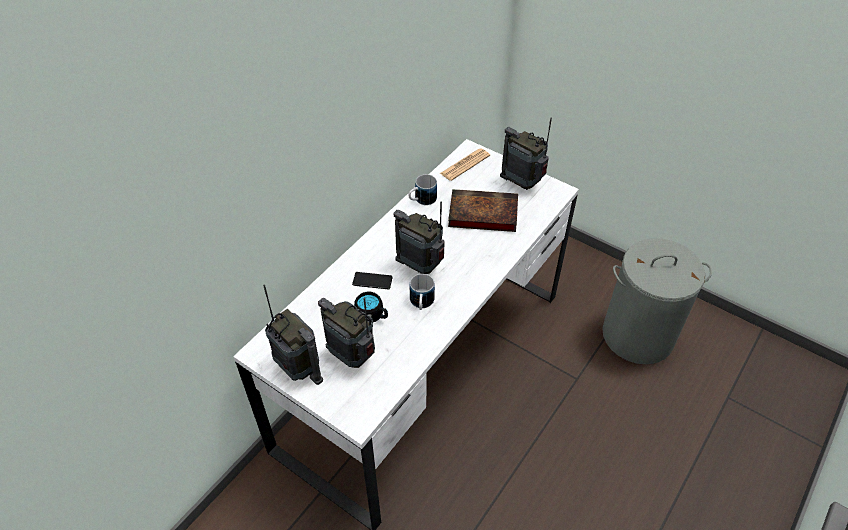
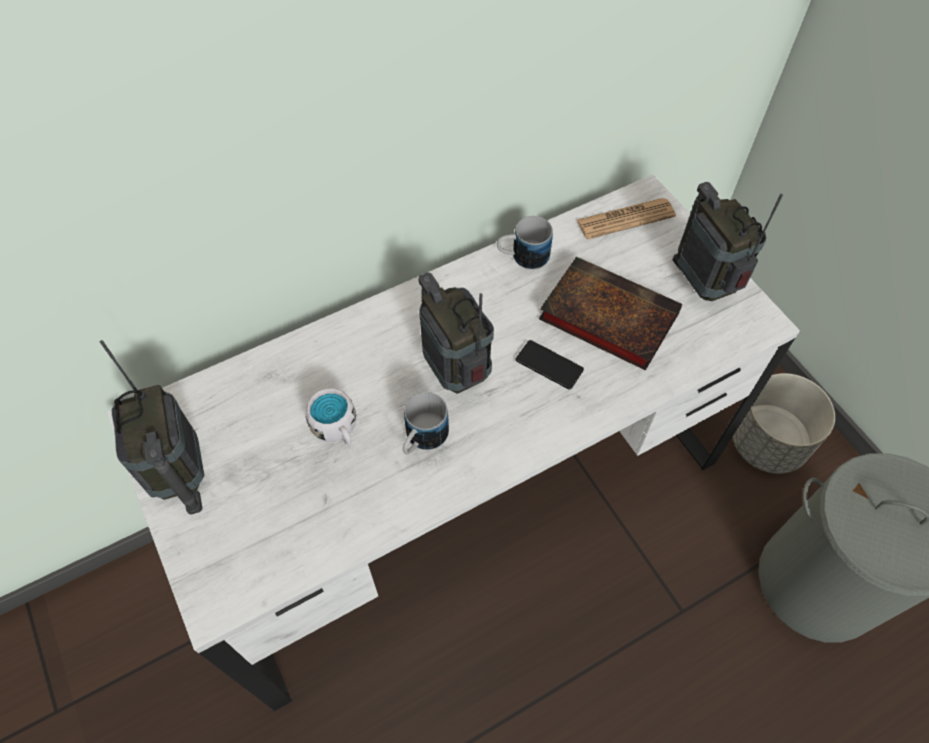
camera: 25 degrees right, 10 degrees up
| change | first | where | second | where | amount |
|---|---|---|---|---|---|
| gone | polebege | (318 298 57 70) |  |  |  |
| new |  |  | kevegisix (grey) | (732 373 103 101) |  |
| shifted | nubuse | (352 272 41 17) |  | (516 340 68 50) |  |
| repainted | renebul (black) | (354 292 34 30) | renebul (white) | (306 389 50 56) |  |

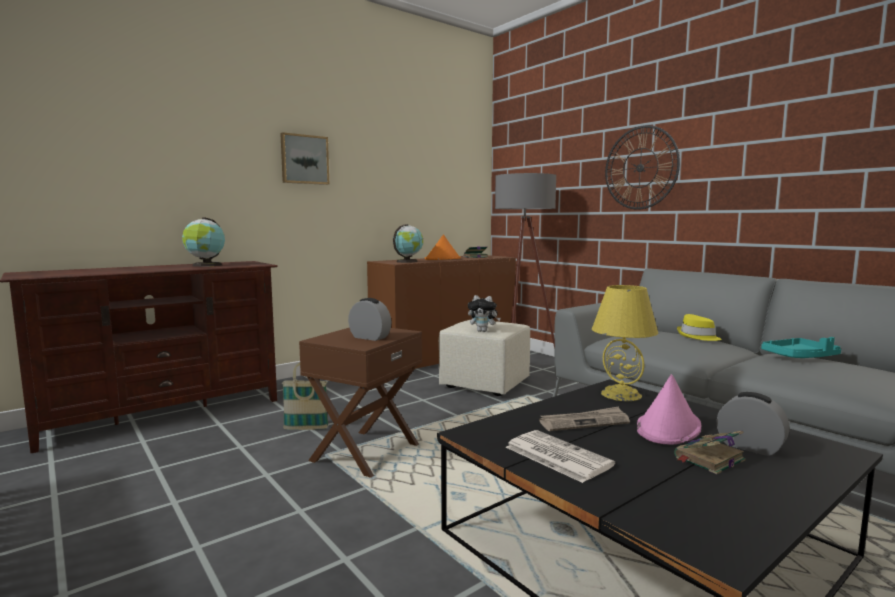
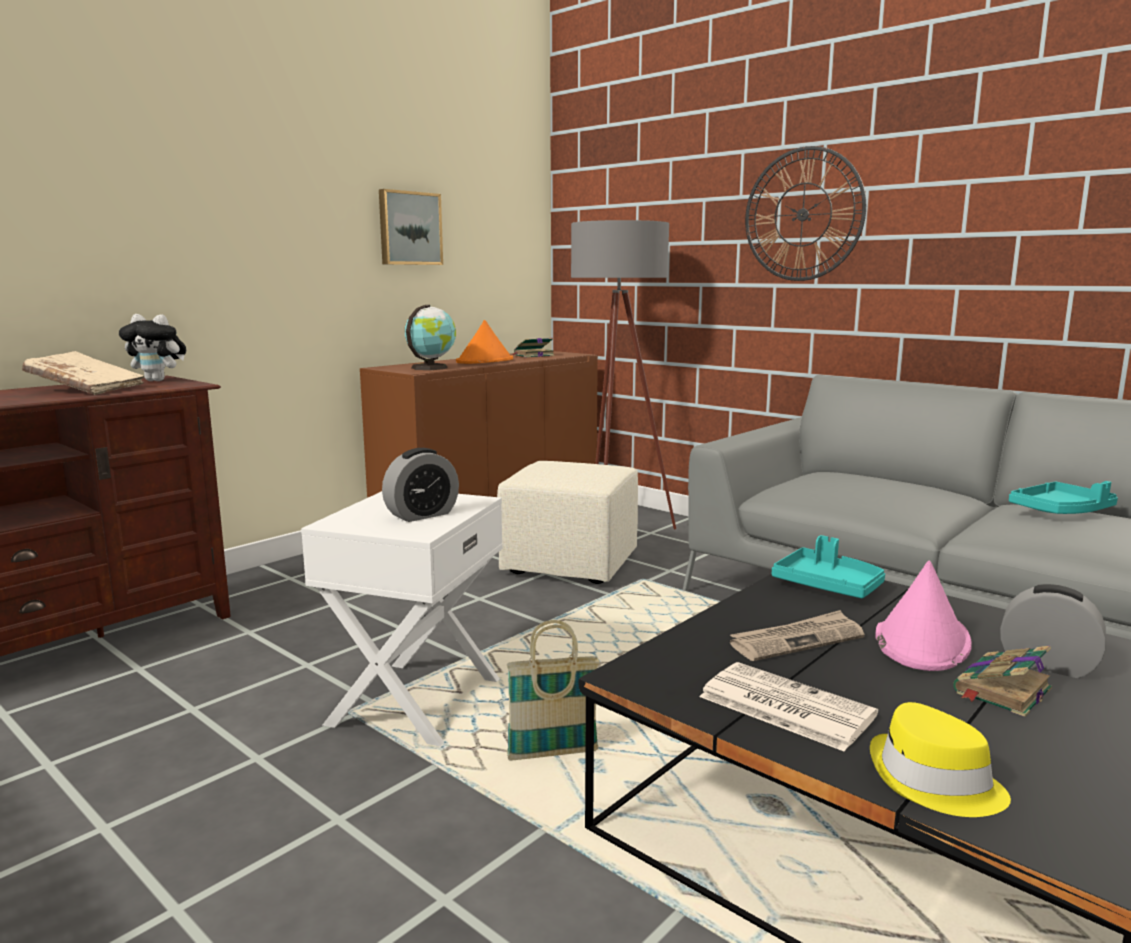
camera: 10 degrees left, 5 degrees up
| change | first | where | second | where | amount |
|---|---|---|---|---|---|
| shifted | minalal | (280 132 49 53) |  | (379 189 64 76) |  |
| shifted | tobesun | (282 362 47 68) |  | (507 620 93 141) |  |
| shifted | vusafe | (468 295 33 37) |  | (119 314 67 67) |  |
| shifted | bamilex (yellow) | (677 314 44 27) |  | (870 702 141 115) |  |
| swapped | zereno | (182 218 43 49) | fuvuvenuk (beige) | (22 351 122 44) |  |
| swapped | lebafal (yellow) | (592 285 66 116) | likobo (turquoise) | (772 535 113 63) |  |
| repainted | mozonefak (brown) | (299 328 123 150) | mozonefak (white) | (301 491 202 256) |  |
| rotated | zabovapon | (348 298 44 43) |  | (382 448 77 74) | 120 degrees clockwise |

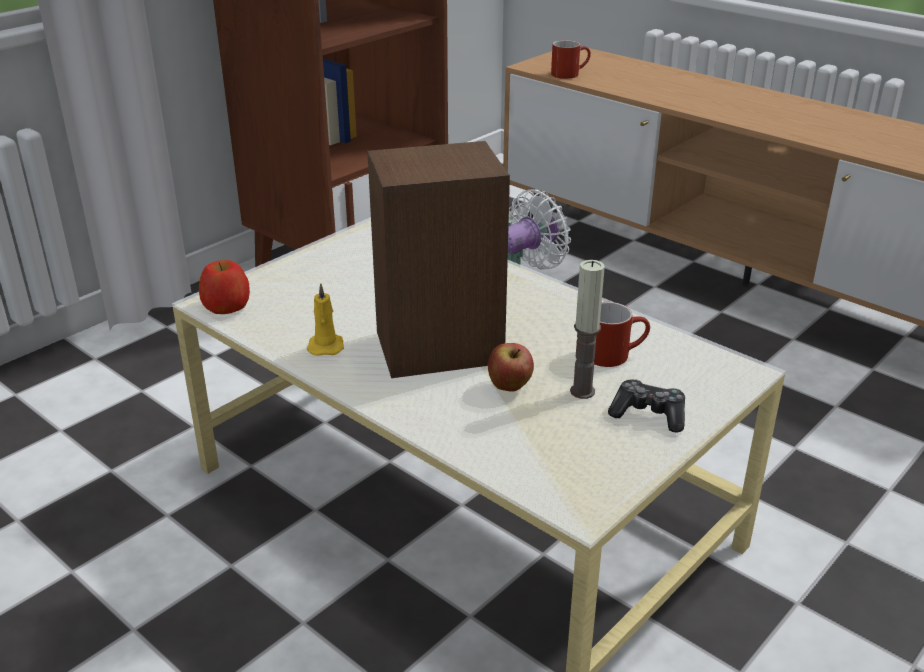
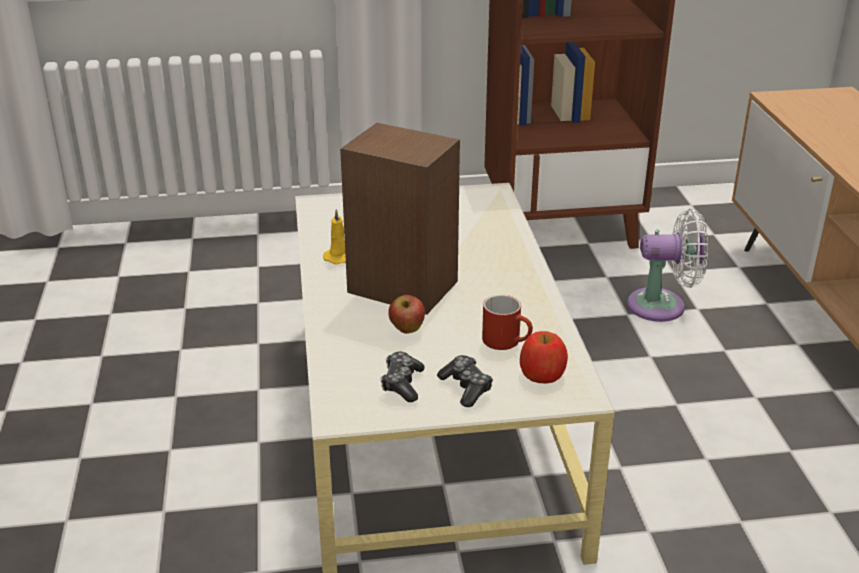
camera: 40 degrees right, 0 degrees up
| change | first | where | second | where | amount |
|---|---|---|---|---|---|
| gone | renebul (red) | (551 40 40 39) |  |  |  |
| gone | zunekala | (570 260 35 139) |  |  |  |
| new |  |  | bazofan | (380 352 45 50) |  |
| shifted | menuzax | (199 260 51 54) |  | (520 331 48 52) |  |

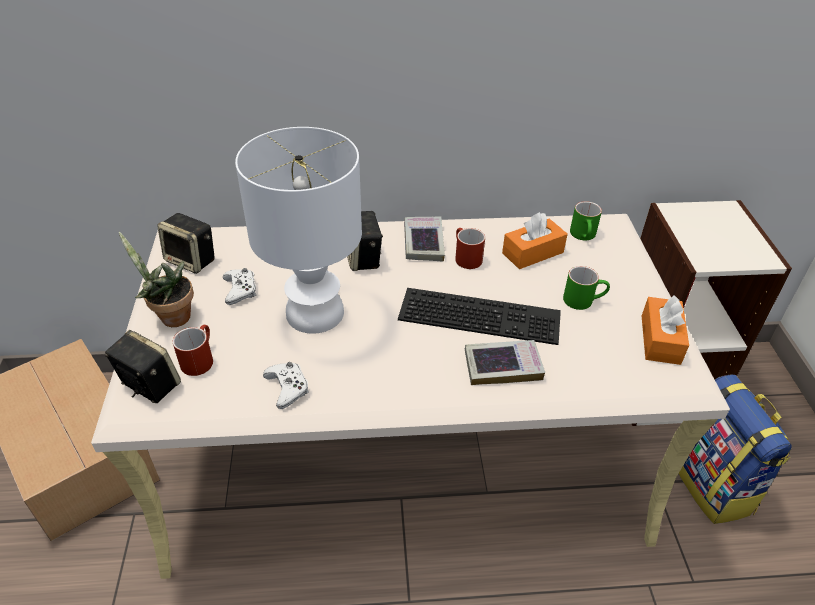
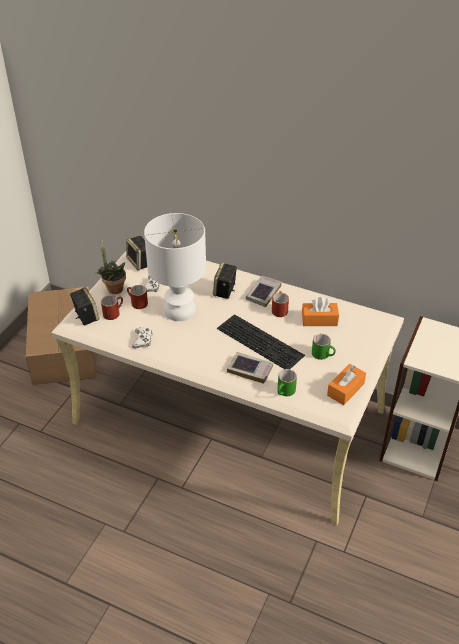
camera: 30 degrees right, 0 degrees up
| change | first | where | second | where | amount |
|---|---|---|---|---|---|
| gone | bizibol | (679 375 113 149) |  |  |  |
| new |  |  | renebul (red) | (127 285 21 24) |  |
| shifted | renebul (green) | (570 201 32 39) |  | (278 369 19 27) |  |

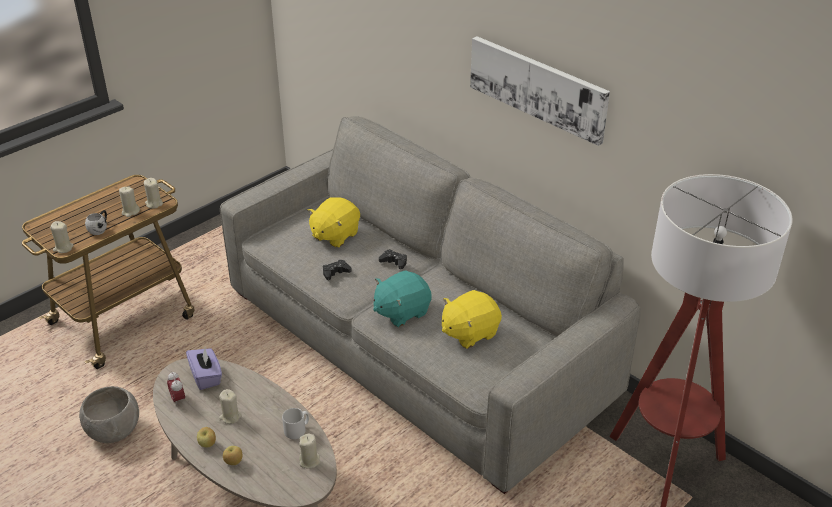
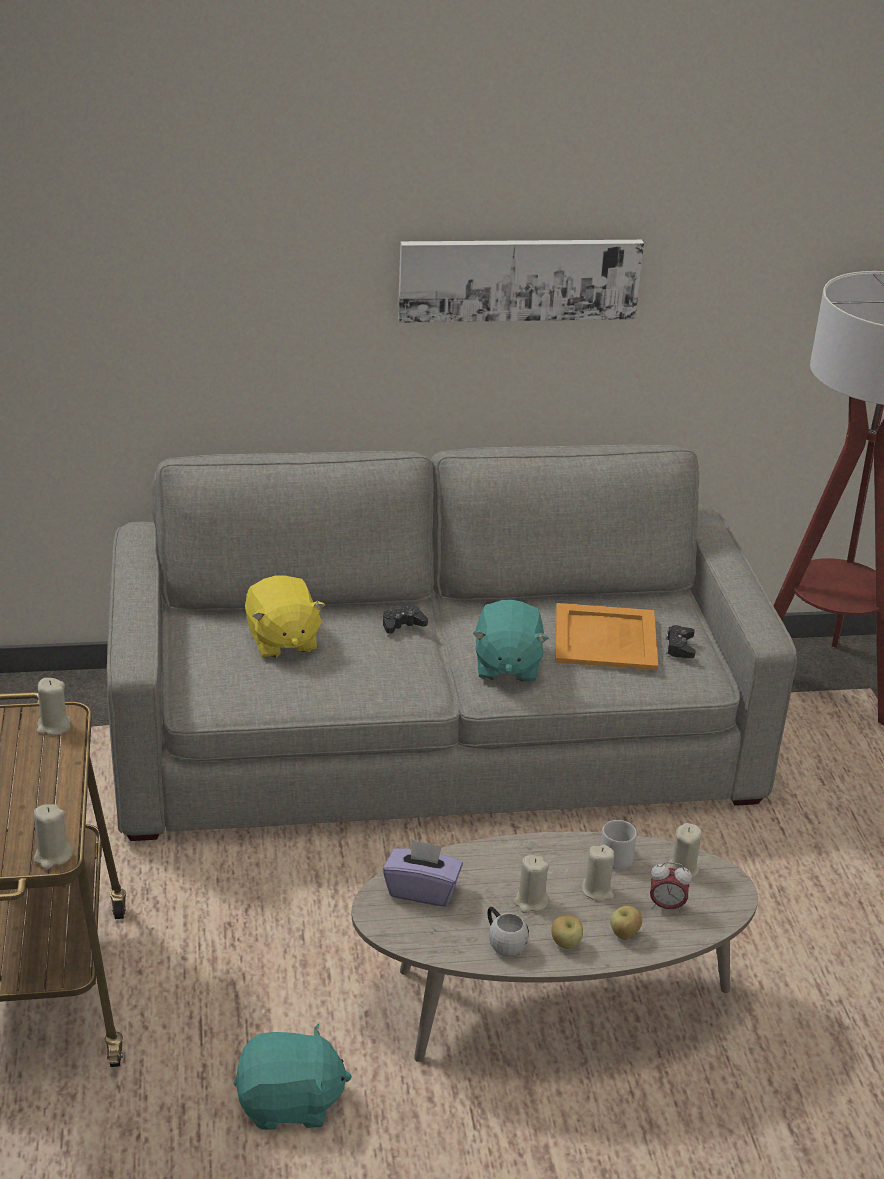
camera: 55 degrees left, 5 degrees down
| change | first | where | second | where | amount |
|---|---|---|---|---|---|
| shifted | renebul (white) | (85 210 22 25) |  | (487 907 42 50) |  |
| shifted | zunekala (beige) | (119 186 21 31) |  | (582 844 33 58) |  |
| shifted | zabovapon | (167 371 18 35) |  | (650 862 42 51) |  |
| shifted | bazofan (black) | (323 260 29 20) |  | (666 625 30 33) |  |
| swapped | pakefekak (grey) | (79 386 60 57) | vusafe (turquoise) | (234 1023 118 107) |  |
| swapped | vusafe (yellow) | (442 290 60 59) | likobo (orange) | (556 603 102 67) |  |

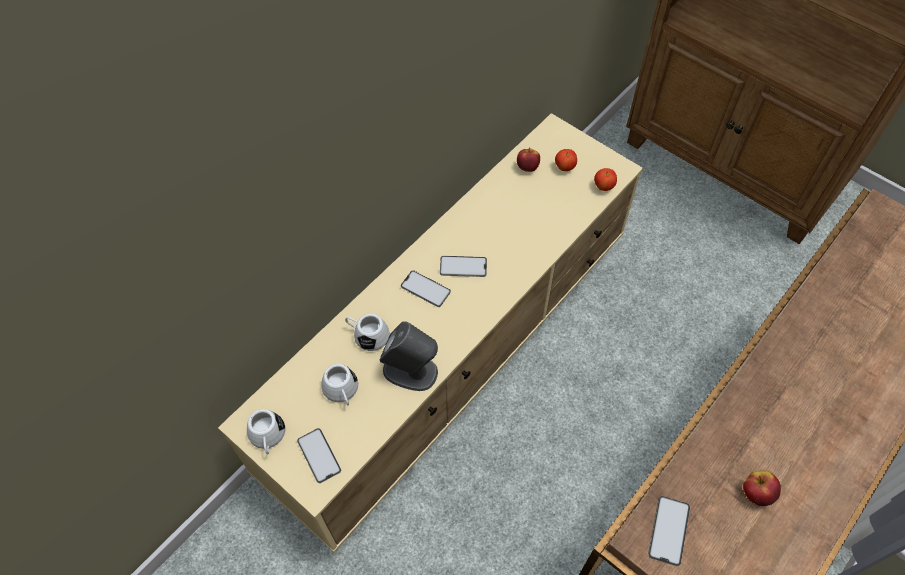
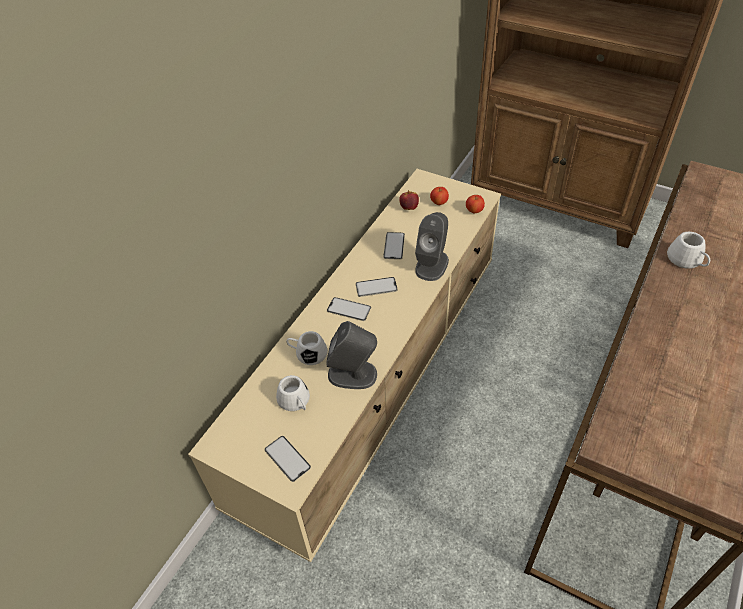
camera: 10 degrees left, 10 degrees down
| change | first | where | second | where | amount |
|---|---|---|---|---|---|
| gone | menuzax | (743 470 38 36) |  |  |  |
| new |  |  | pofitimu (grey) | (415 212 34 69) |  |
| shifted | renebul (white) | (247 409 38 45) |  | (667 232 43 37) |  |
| shifted | nubuse | (648 496 42 70) |  | (383 232 22 28) |  |

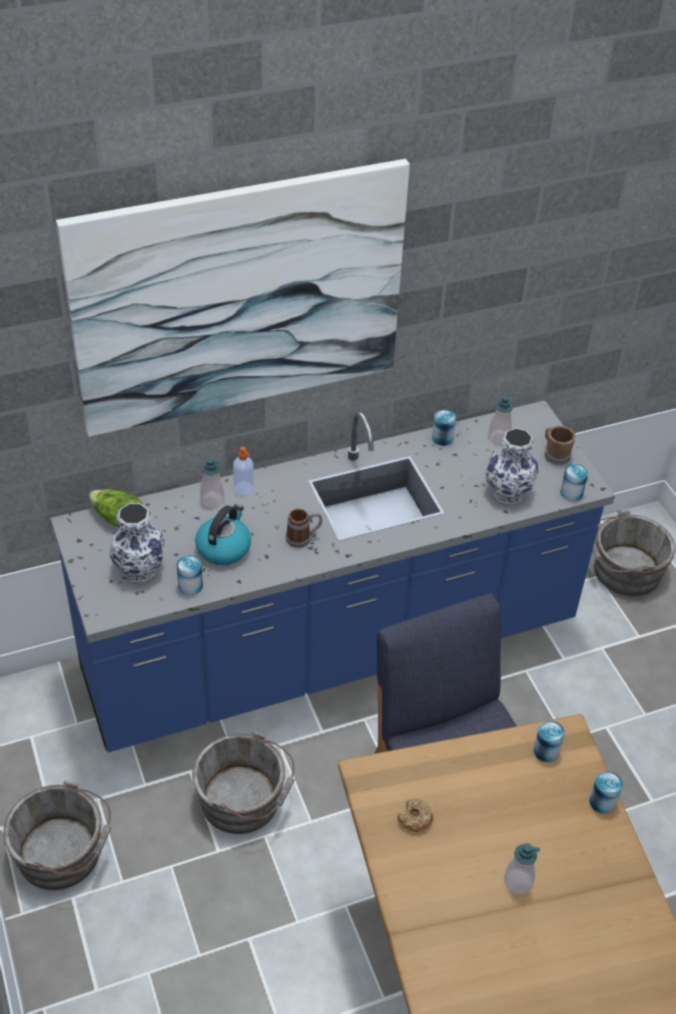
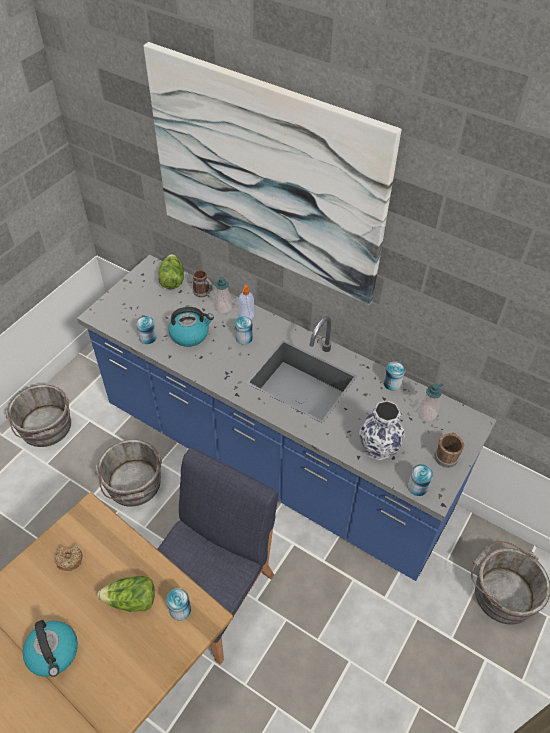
camera: 55 degrees right, 5 degrees up
| change | first | where | second | where | amount |
|---|---|---|---|---|---|
| gone | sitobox | (109 503 56 79) |  |  |  |
| new |  |  | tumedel | (97 576 58 36) |  |
| shifted | renebul | (286 509 37 39) |  | (193 270 20 27) |  |
| shifted | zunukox | (589 771 34 43) |  | (235 316 18 28) |  |
| swapped | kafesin | (504 843 36 51) | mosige | (23 620 55 57) |  |

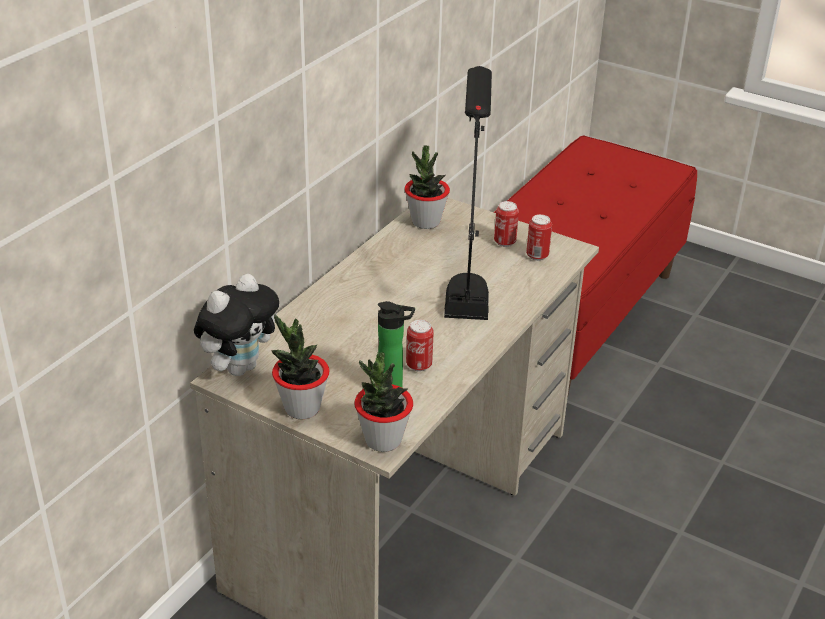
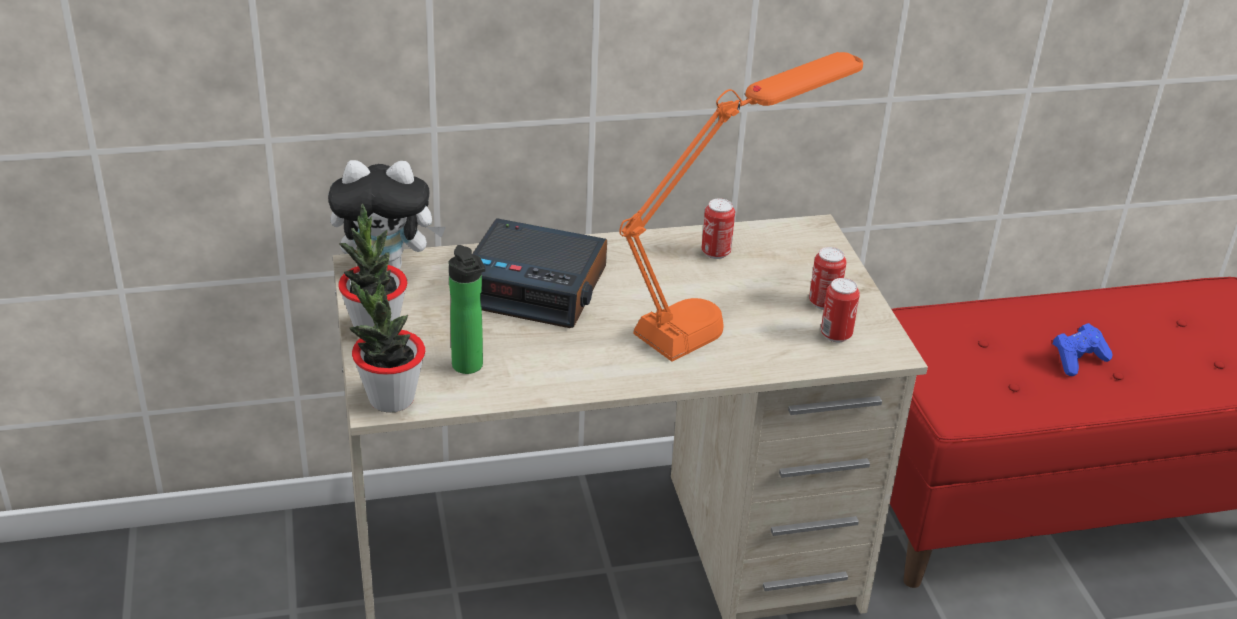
camera: 45 degrees right, 0 degrees up
| change | first | where | second | where | amount |
|---|---|---|---|---|---|
| gone | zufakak | (404 146 46 83) |  |  |  |
| new |  |  | zabovapon | (472 218 135 110) |  |
| new |  |  | bazofan (blue) | (1053 323 59 53) |  |
| shifted | zunukox | (406 320 28 52) |  | (702 198 33 61) |  |
| repainted | lebafal (black) | (444 66 48 254) | lebafal (orange) | (619 52 244 310) |  |

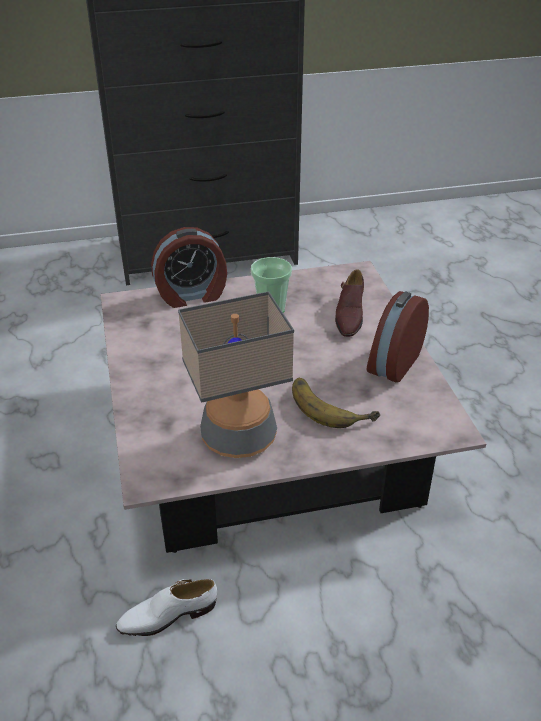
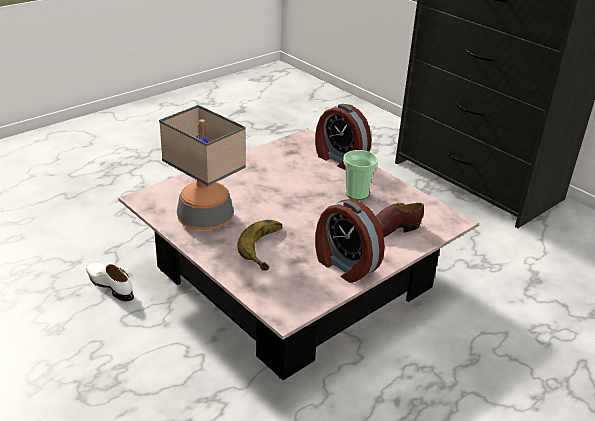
camera: 60 degrees right, 5 degrees down
| change | first | where | second | where | amount |
|---|---|---|---|---|---|
| rotated | zabovapon | (367 291 62 92) |  | (315 199 70 84) | 135 degrees counterclockwise |

